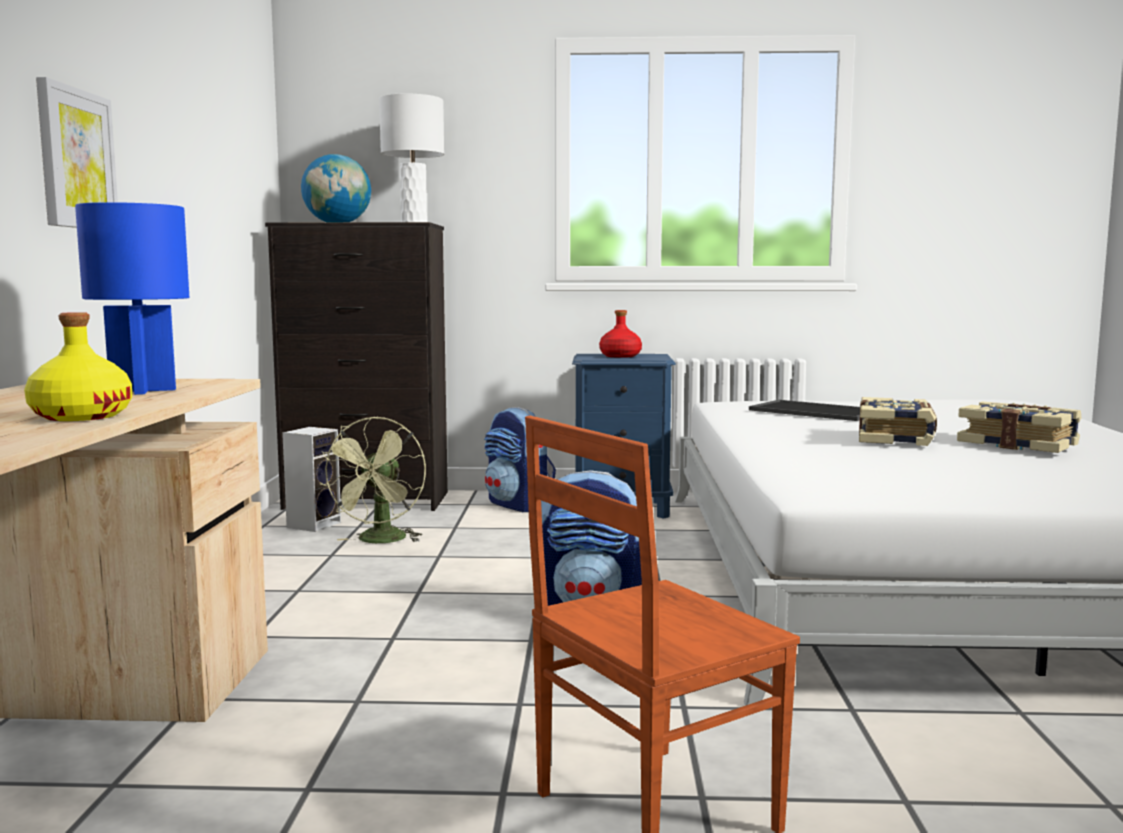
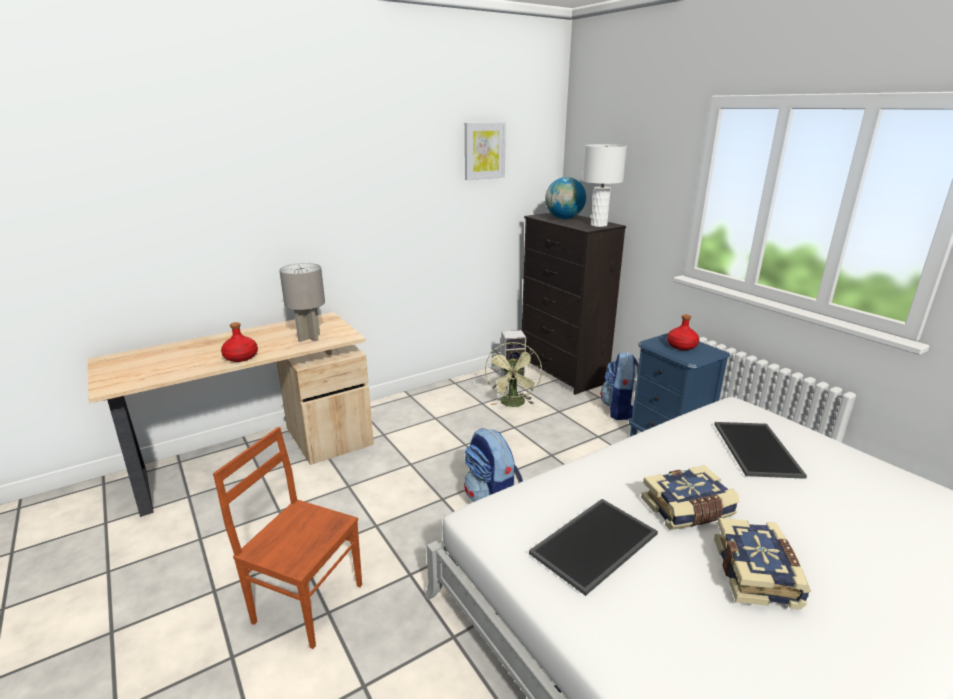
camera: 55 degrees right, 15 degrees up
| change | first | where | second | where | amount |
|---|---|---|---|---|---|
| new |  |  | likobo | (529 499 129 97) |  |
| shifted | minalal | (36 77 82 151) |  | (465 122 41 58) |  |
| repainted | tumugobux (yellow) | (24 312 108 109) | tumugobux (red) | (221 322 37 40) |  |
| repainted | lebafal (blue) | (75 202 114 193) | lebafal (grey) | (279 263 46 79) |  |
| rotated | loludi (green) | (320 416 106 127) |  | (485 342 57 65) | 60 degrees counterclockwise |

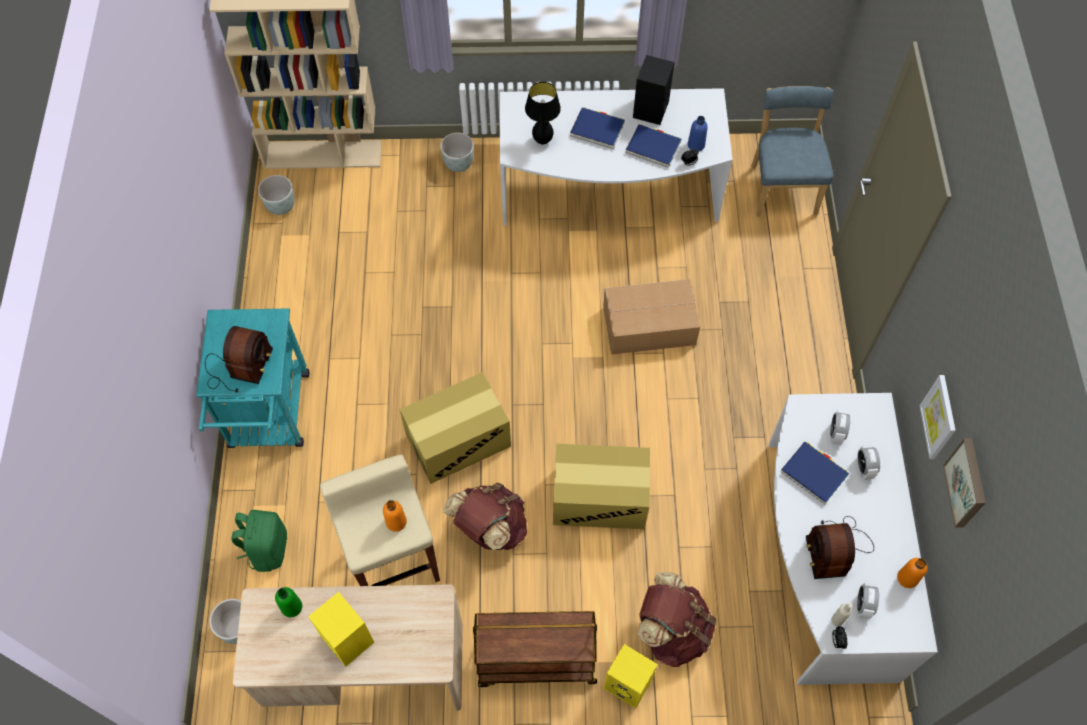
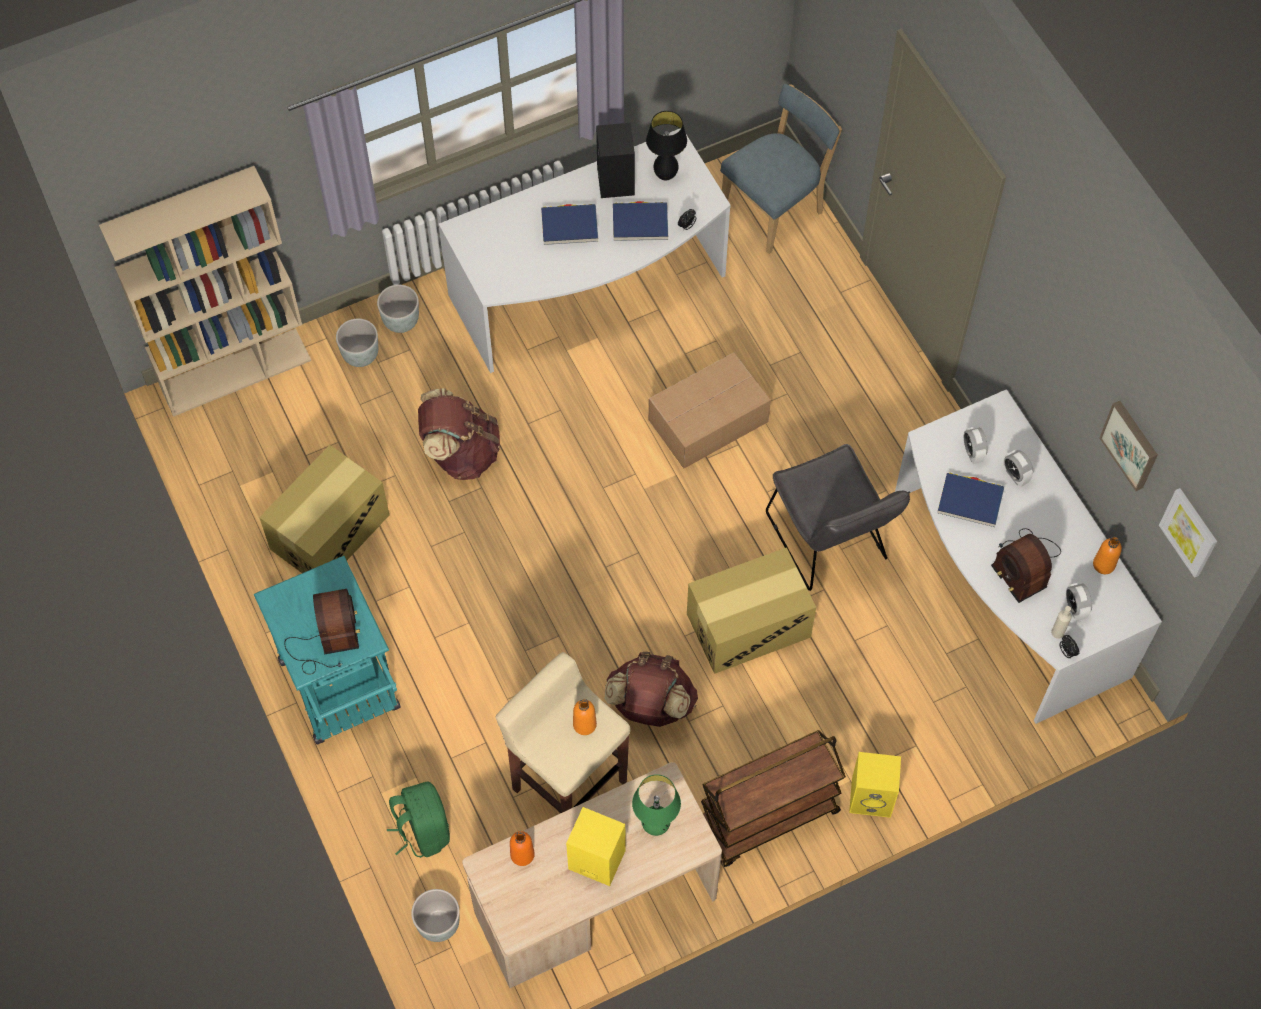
camera: 25 degrees left, 0 degrees up
| change | first | where | second | where | amount |
|---|---|---|---|---|---|
| gone | tumugobux (blue) | (688 116 20 35) |  |  |  |
| new |  |  | lebafal (green) | (632 774 49 62) |  |
| new |  |  | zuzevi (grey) | (766 444 144 147) |  |
| shifted | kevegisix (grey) | (258 175 37 40) |  | (336 319 42 48) |  |
| shifted | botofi | (400 372 111 112) |  | (259 445 131 128) |  |
| shifted | lebafal (black) | (525 82 36 63) |  | (646 111 41 70) |  |
| shifted | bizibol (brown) | (638 572 78 95) |  | (418 388 82 92) |  |
| shifted | minalal | (920 375 36 84) |  | (1159 488 58 90) |  |
| repainted | tumugobux (green) | (275 587 27 30) | tumugobux (orange) | (510 831 25 35) |  |
| rotated | zuzevi (blue) | (751 86 83 130) |  | (720 84 122 170) | 75 degrees clockwise |

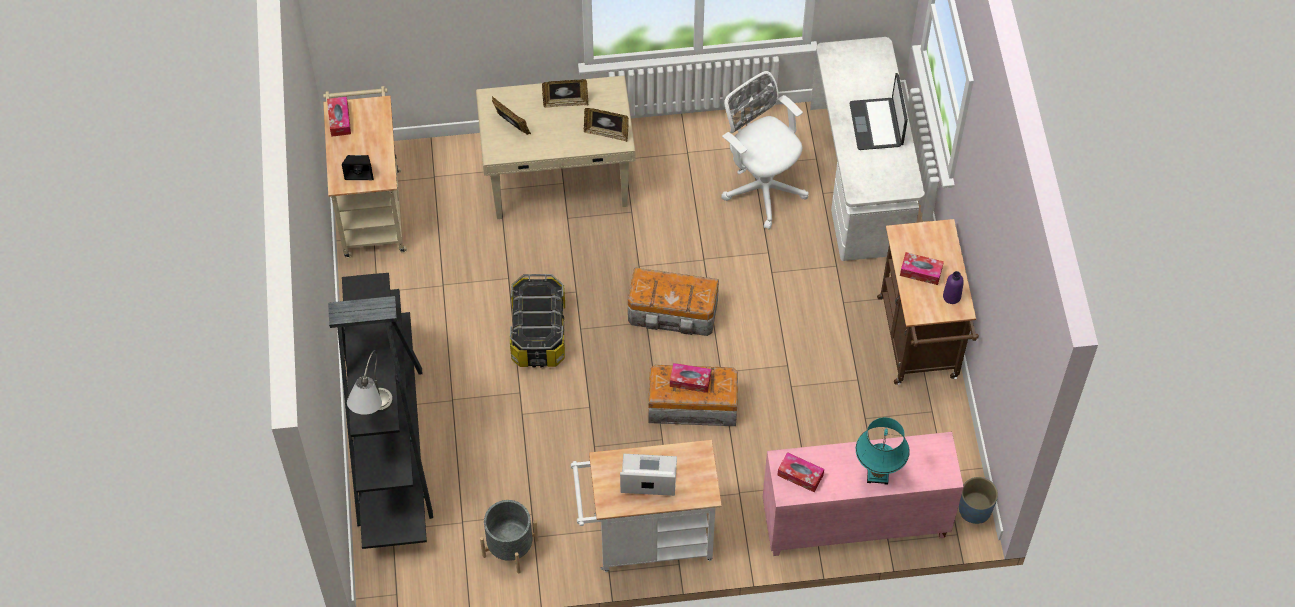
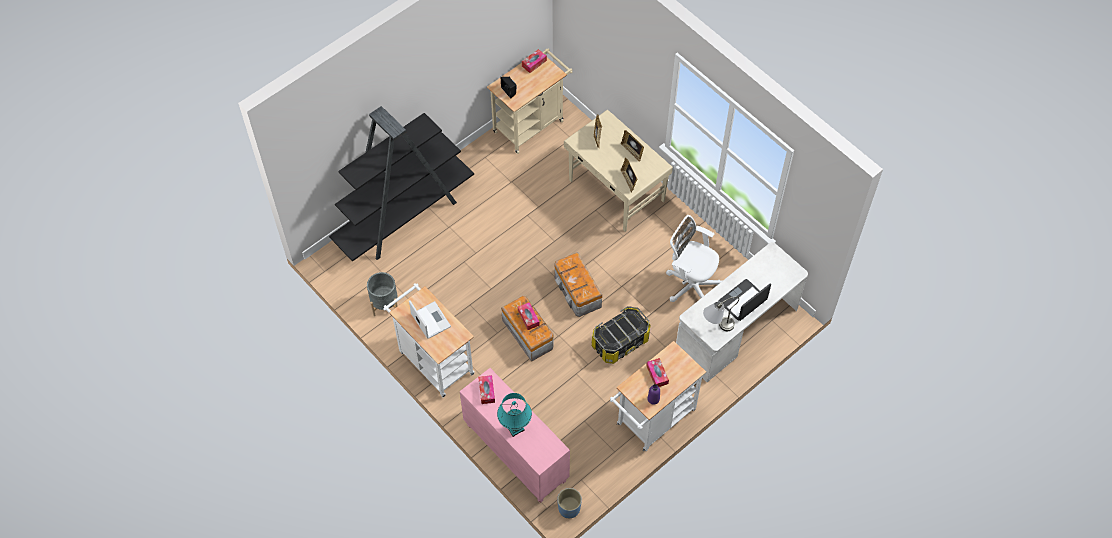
camera: 55 degrees right, 0 degrees up
| change | first | where | second | where | amount |
|---|---|---|---|---|---|
| shifted | lebafal (grey) | (347 350 46 65) |  | (703 296 36 35) |  |
| shifted | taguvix | (510 274 55 93) |  | (592 306 58 58) |  |
| repainted | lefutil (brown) | (877 219 102 166) | lefutil (white) | (610 341 96 110) |  |
| rotated | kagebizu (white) | (721 71 88 158) |  | (666 215 56 87) | 75 degrees counterclockwise |

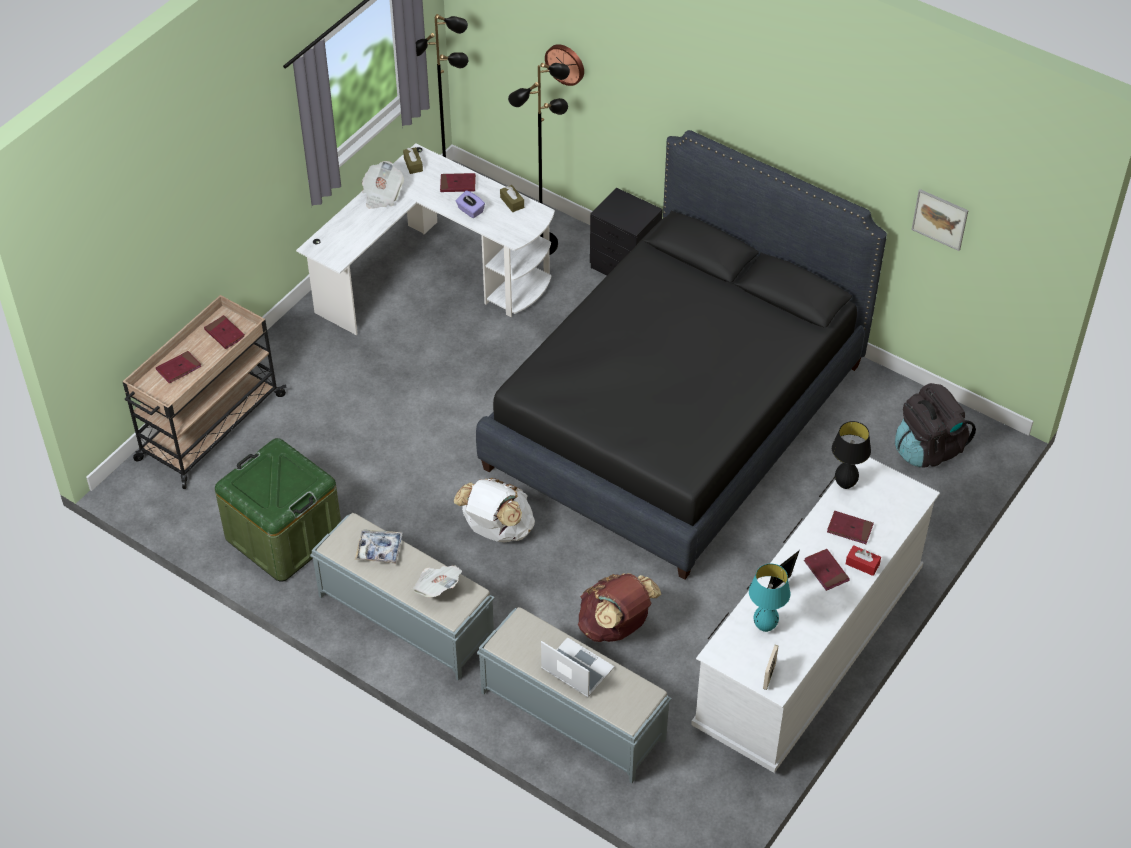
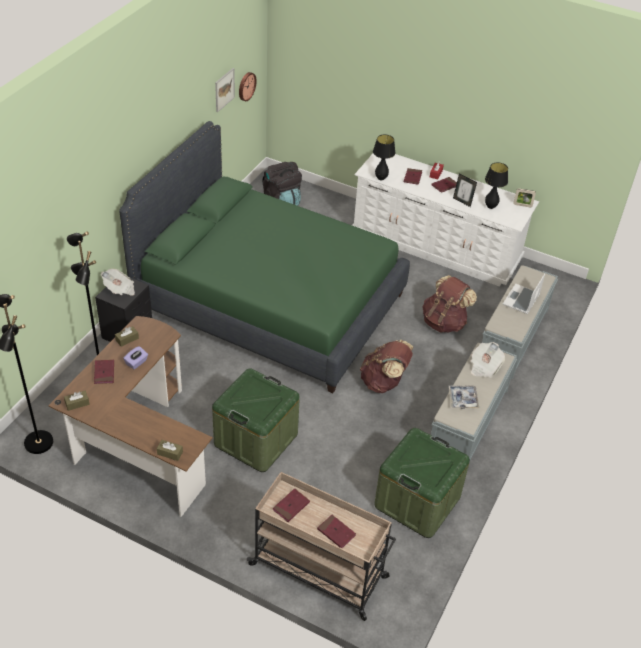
camera: 100 degrees left, 5 degrees down
| change | first | where | second | where | amount |
|---|---|---|---|---|---|
| new |  |  | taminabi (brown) | (157 440 26 21) |  |
| new |  |  | taguvix (green) | (212 368 88 104) |  |
| shifted | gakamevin | (362 161 42 48) |  | (101 269 34 27) |  |
| shifted | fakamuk | (545 44 39 42) |  | (239 72 18 29) |  |
| repainted | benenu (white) | (296 143 259 192) | benenu (brown) | (48 316 164 201) |  |
| repainted | bizibol (white) | (454 478 81 65) | bizibol (brown) | (360 340 53 53) |  |
| repainted | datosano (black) | (476 130 411 450) | datosano (green) | (119 121 291 272) |  |
| repainted | lebafal (turquoise) | (749 563 41 69) | lebafal (black) | (485 162 23 47) |  |

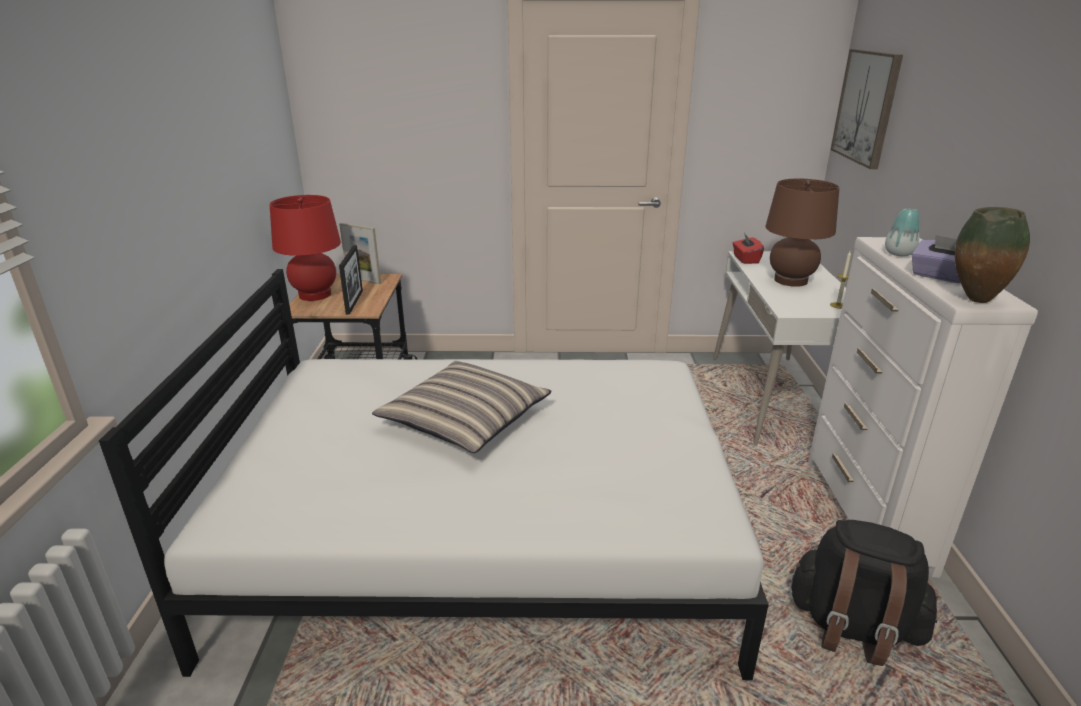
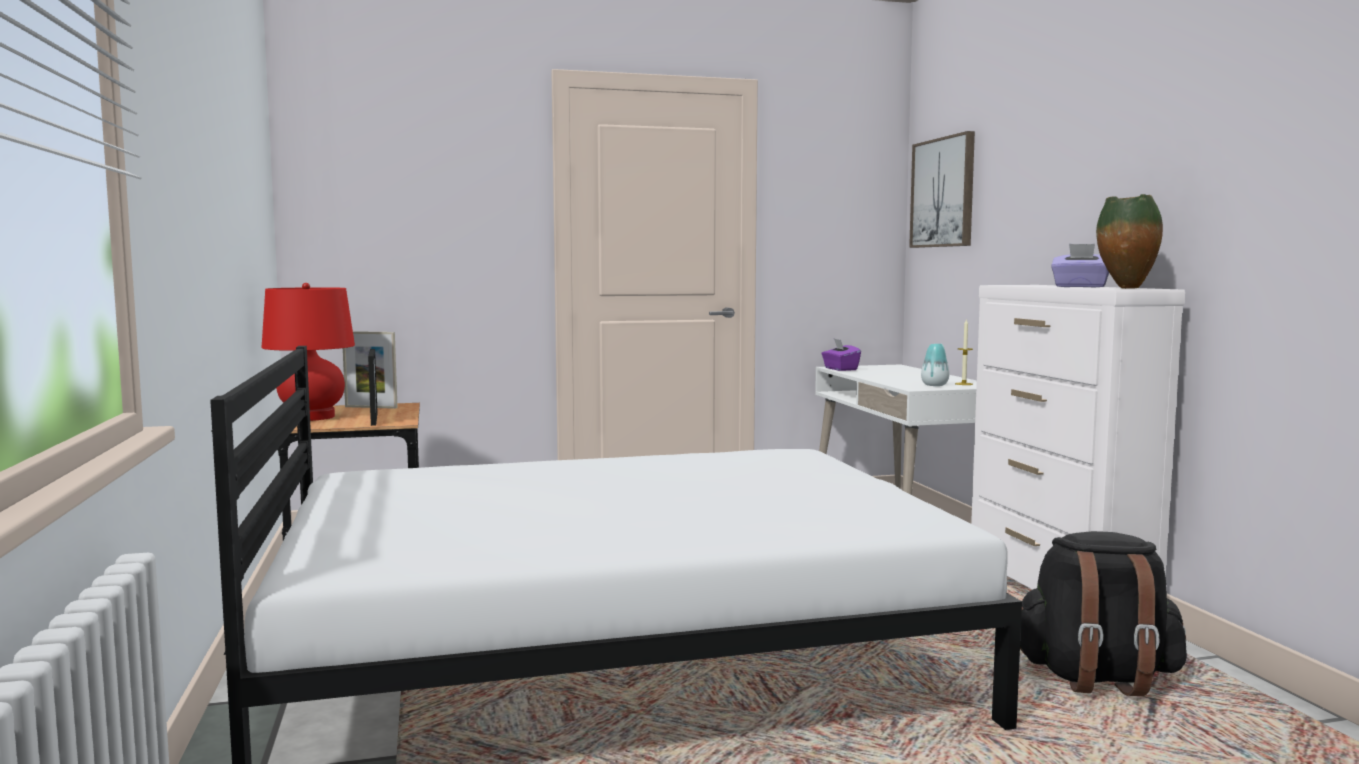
camera: 15 degrees left, 20 degrees down
| change | first | where | second | where | amount |
|---|---|---|---|---|---|
| gone | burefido | (372 361 180 92) |  |  |  |
| gone | lebafal (brown) | (765 179 75 108) |  |  |  |
| shifted | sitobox | (885 209 34 47) |  | (921 344 28 42) |  |
| repainted | taminabi (red) | (733 233 31 31) | taminabi (purple) | (822 339 39 32) |  |

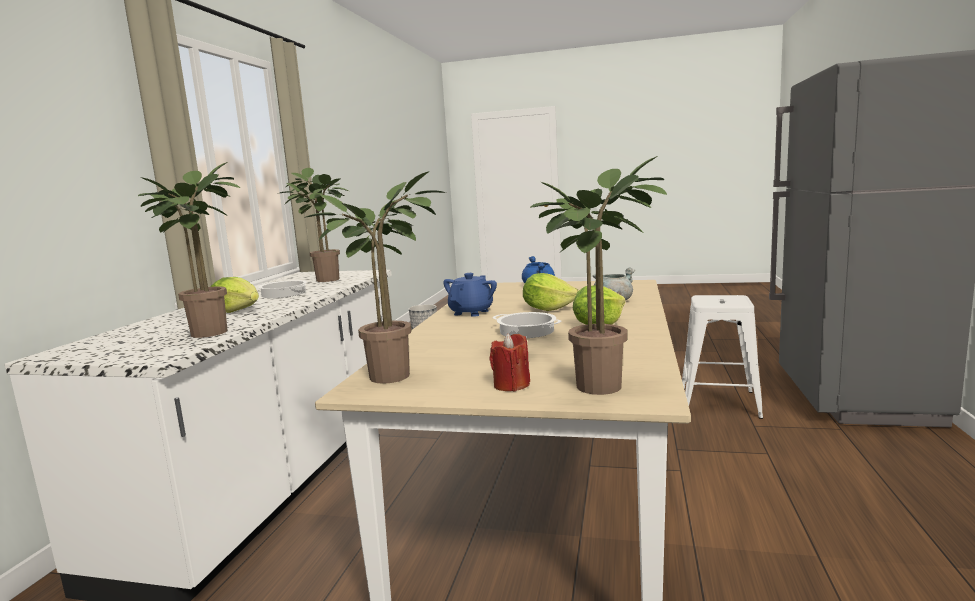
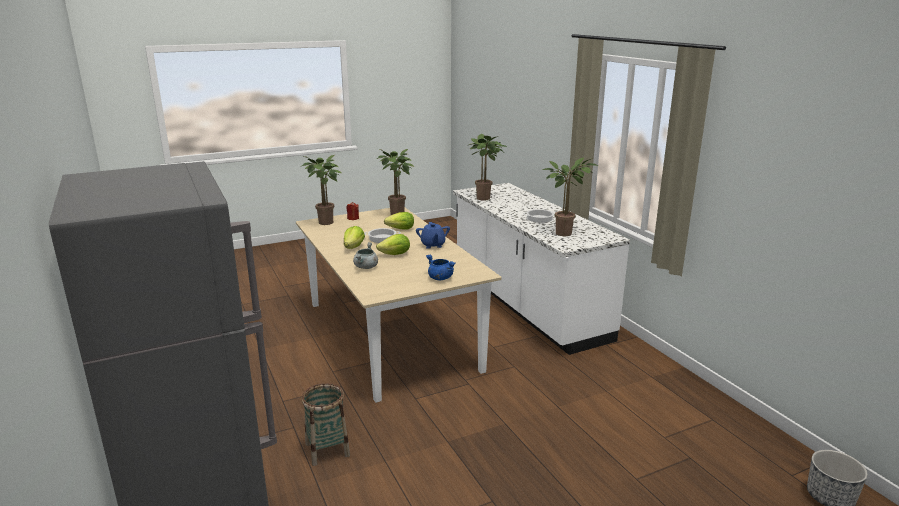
camera: 140 degrees right, 10 degrees up
| change | first | where | second | where | amount |
|---|---|---|---|---|---|
| shifted | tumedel | (211 277 48 36) |  | (384 212 30 18) |  |
| swapped | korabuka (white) | (682 295 81 124) | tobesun | (302 383 48 83) |  |

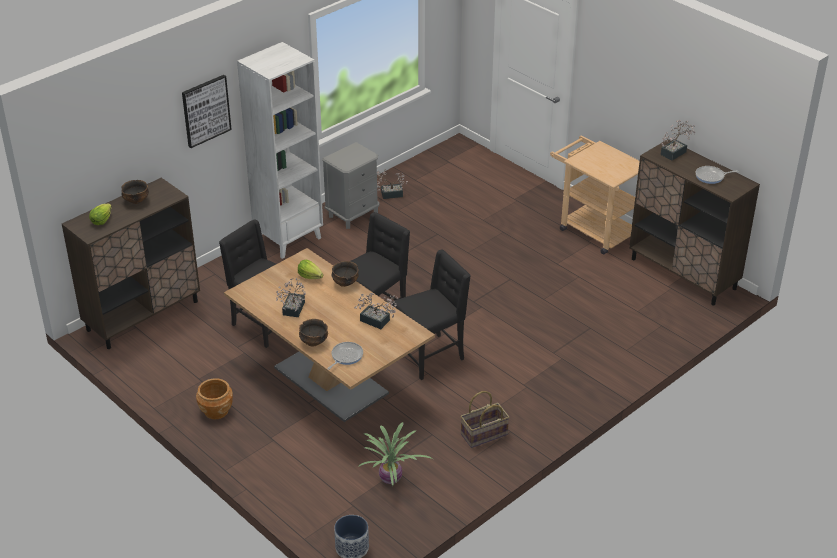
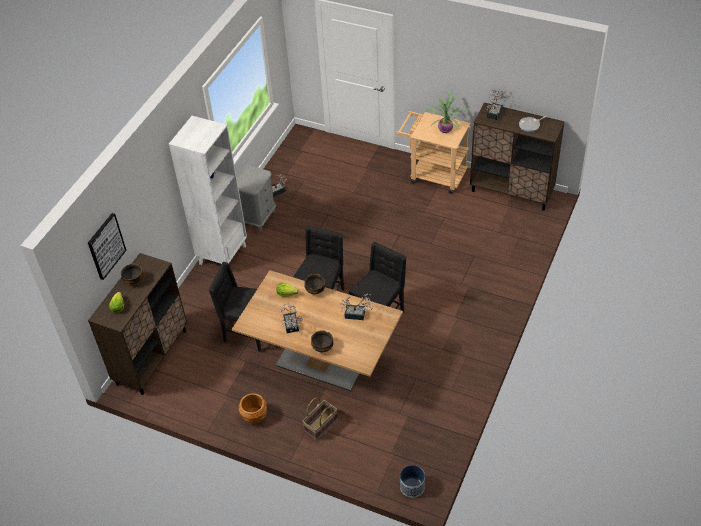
camera: 20 degrees left, 10 degrees up
| change | first | where | second | where | amount |
|---|---|---|---|---|---|
| gone | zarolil | (327 342 36 28) |  |  |  |
| shifted | minalal | (182 75 50 73) |  | (88 213 38 67) |  |
| shifted | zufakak | (358 422 75 64) |  | (426 91 43 42) |  |
| shifted | tobesun | (460 391 49 57) |  | (302 397 36 44) |  |

